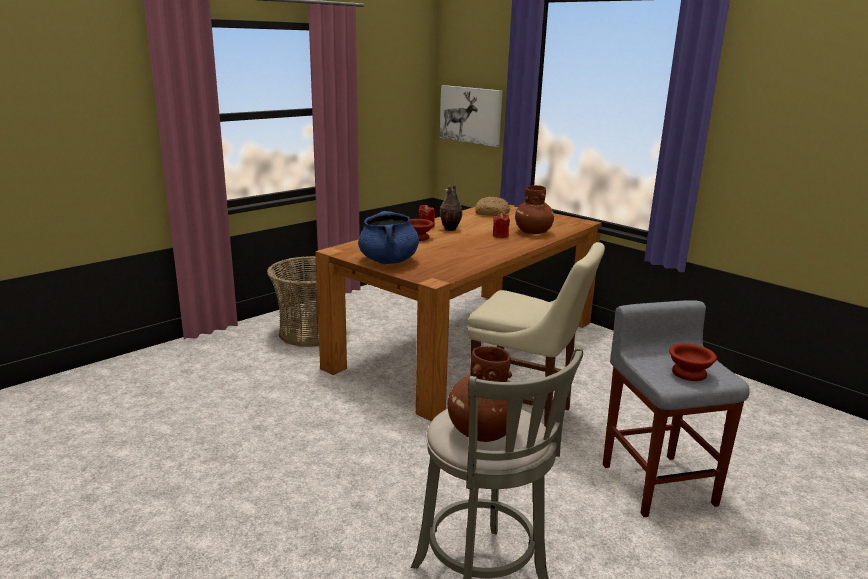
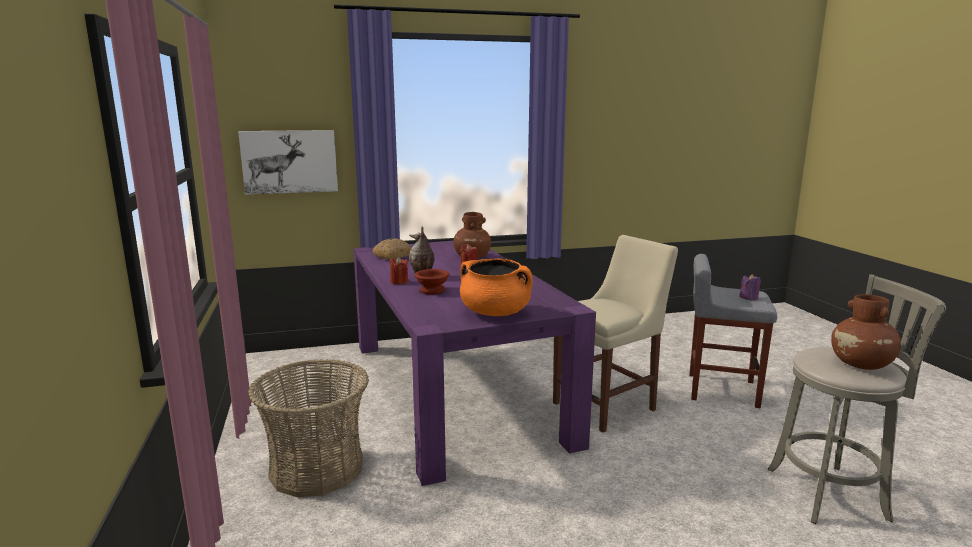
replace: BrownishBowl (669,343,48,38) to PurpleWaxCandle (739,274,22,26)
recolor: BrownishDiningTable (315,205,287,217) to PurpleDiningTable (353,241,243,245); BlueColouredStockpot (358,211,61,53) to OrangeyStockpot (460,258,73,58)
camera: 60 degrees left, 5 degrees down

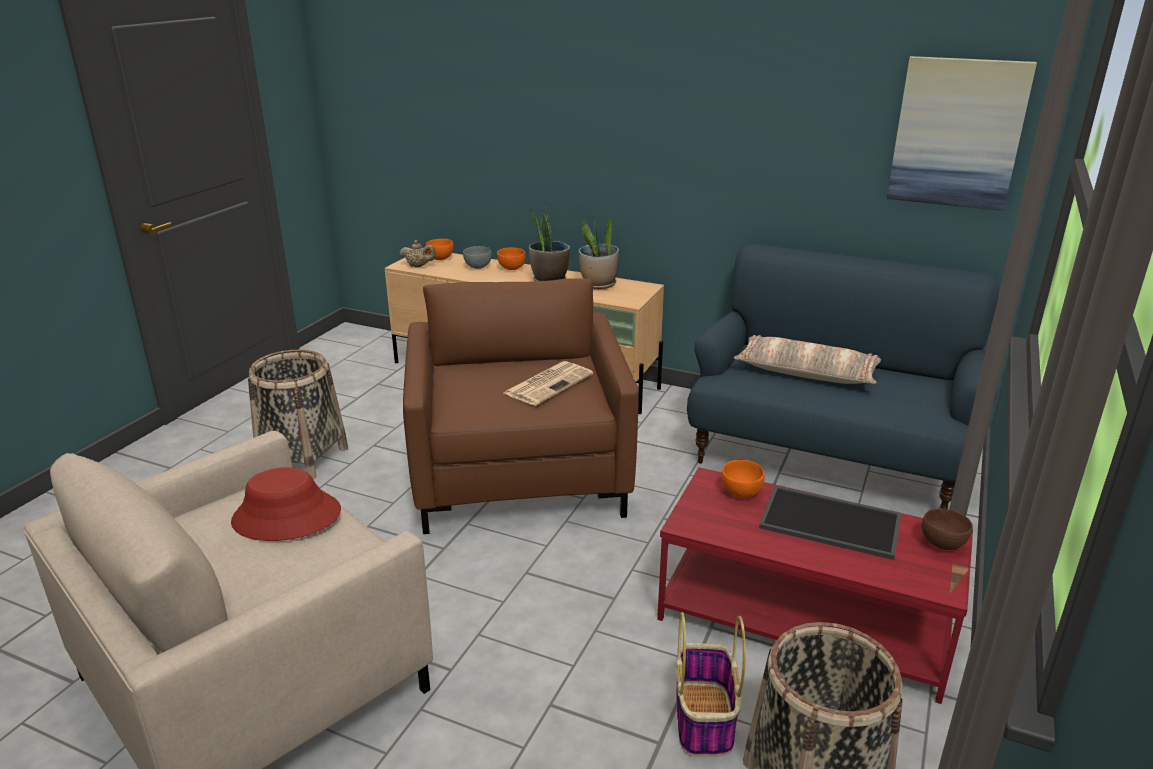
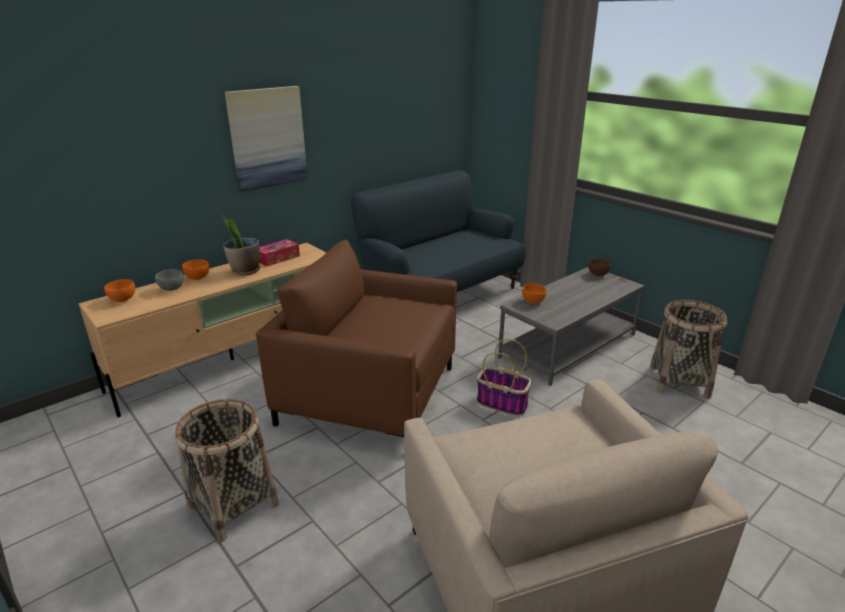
delete: BeigeTeapot (399,240,37,27); Pillow (734,335,147,49); PrintedPaper (504,361,89,45); RedColouredWearableHat (231,467,110,74); CarryingTray (759,485,142,75)
move: WallArt (887,56,150,155) to (225,86,83,106); HouseholdBasket (676,612,70,145) to (477,339,54,78)
replace: PlantInAPot (578,215,41,74) to TissueHolder (259,239,41,28)
recolor: RedColouredLoungeTable (657,467,316,237) to GreyLoungeTable (498,267,147,119)
camera: 65 degrees left, 0 degrees up

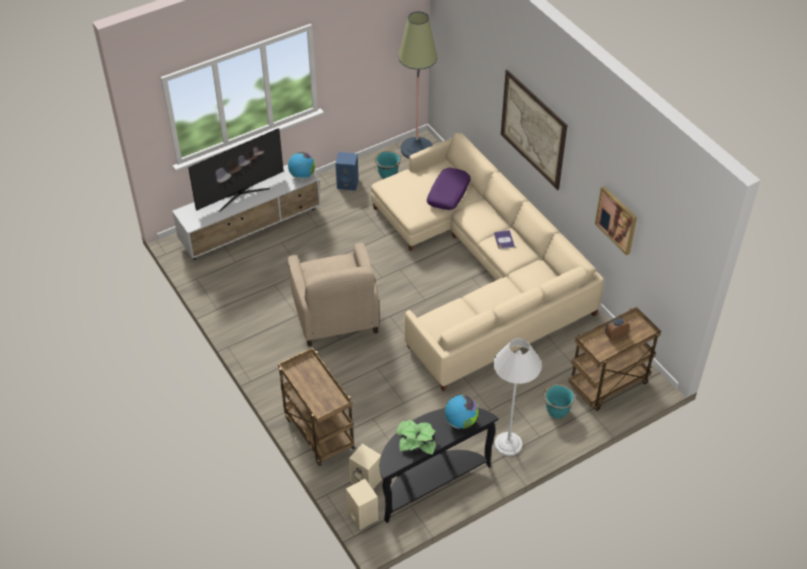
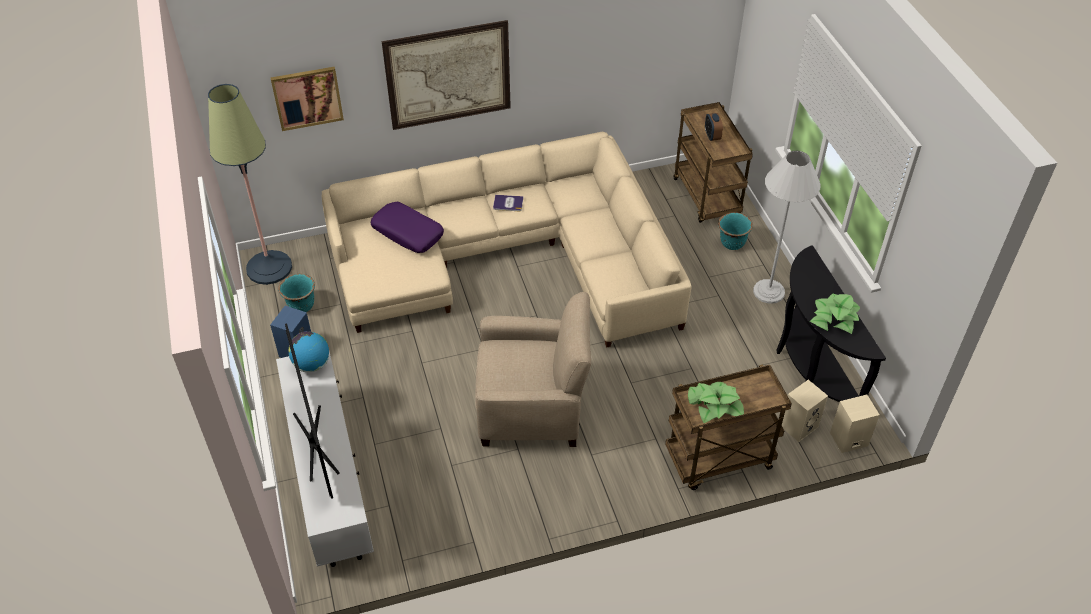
delete: DeskGlobe (445,395,34,34)
insert: PlantInAPot (688,382,56,41)
move: WallArt (595,186,42,69) to (271,67,73,64)
camera: 75 degrees left, 0 degrees up

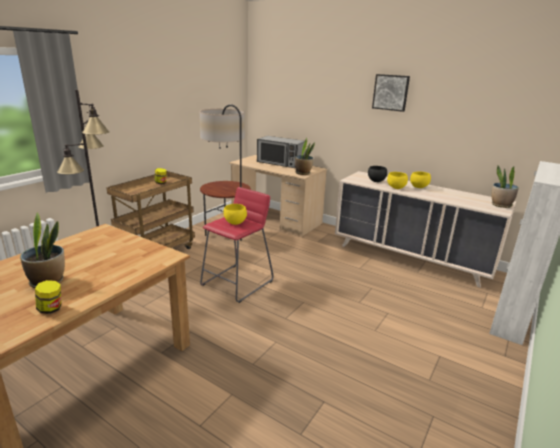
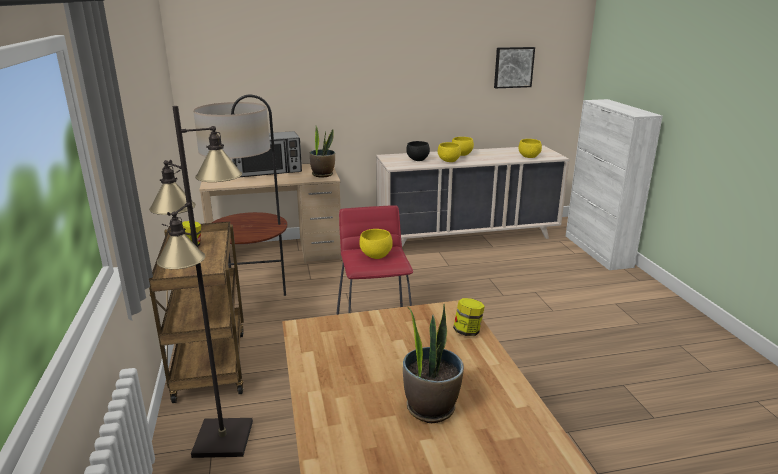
delete: PlantInAPot (491,166,28,42)
insert: YellowishBowl (518,139,24,19)
move: WallArt (372,74,38,38) to (494,47,41,41); StorageJar (35,280,26,34) to (453,298,32,38)
camera: 45 degrees left, 0 degrees up

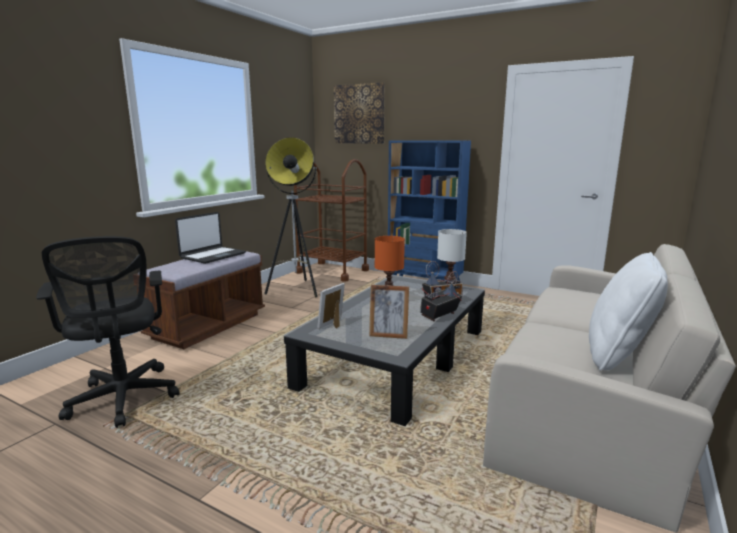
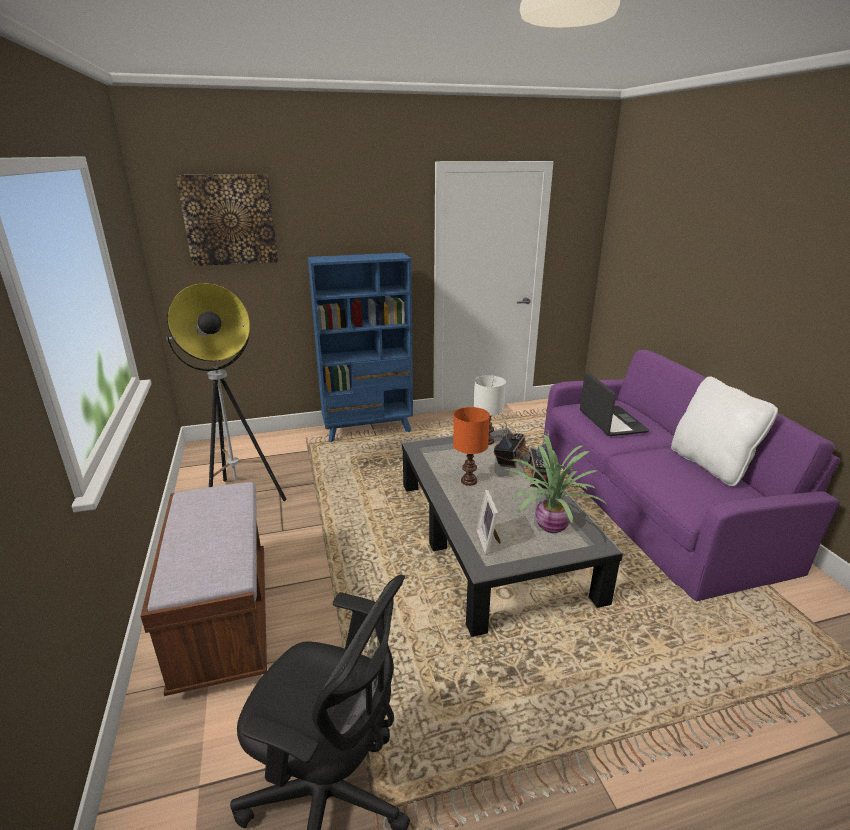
delete: BrownishCart (294,159,75,123)
move: PortableComputer (175,212,71,52) to (580,372,69,64)
replace: StandingFrame (369,285,40,54) to PlantInAPot (505,434,102,99)
recolor: BeigeSettee (483,244,253,288) to PurpleSettee (543,350,298,251)
camera: 45 degrees left, 10 degrees up

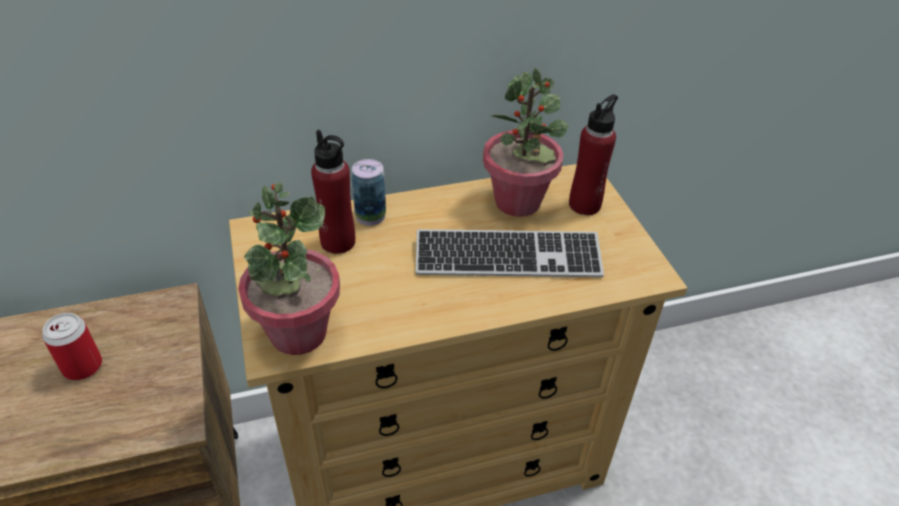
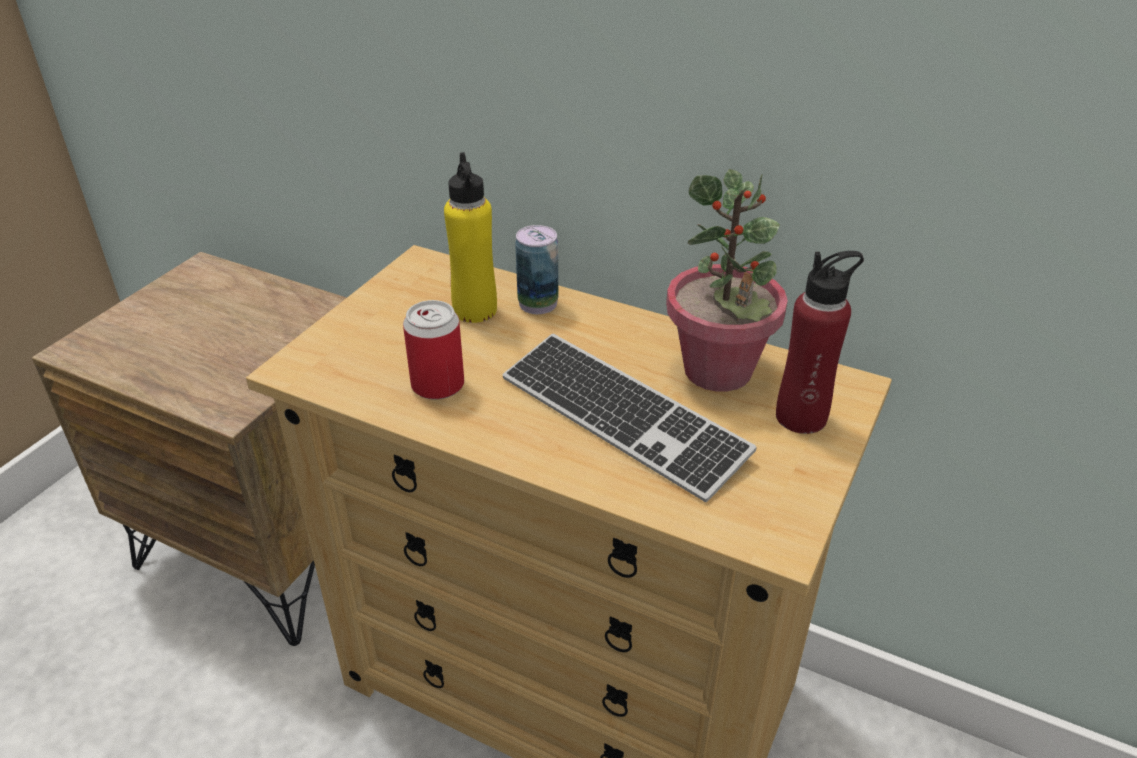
delete: PlantInAPot (238,182,102,173)
move: SealedCan (42,313,60,67) to (403,300,61,100)
recolor: RedColouredBeverageBottle (311,130,44,124) to YellowishBeverageBottle (444,152,53,171)
camera: 45 degrees right, 5 degrees down

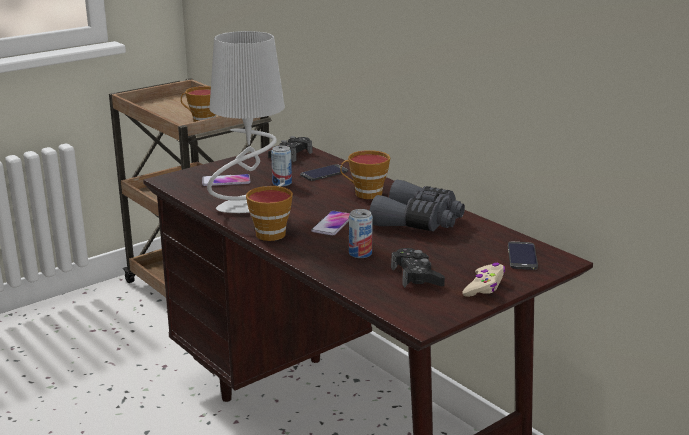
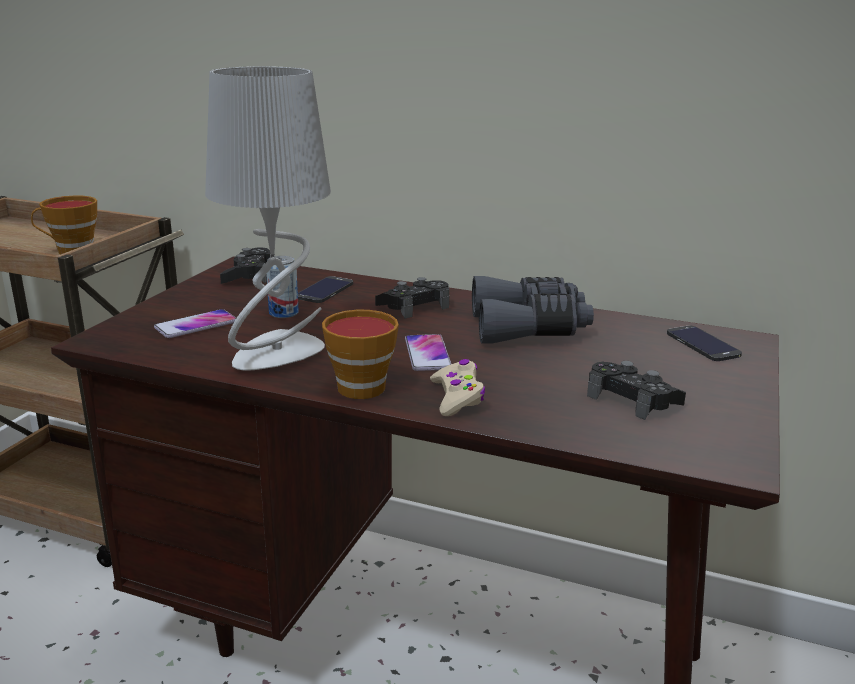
delete: SealedCan (349,209,24,49)
move: BeigeGameController (462,263,43,34) to (430,359,55,57)
replace: SmallCup (340,150,50,49) to BlackColouredGameController (375,277,74,42)
camera: 30 degrees left, 0 degrees up

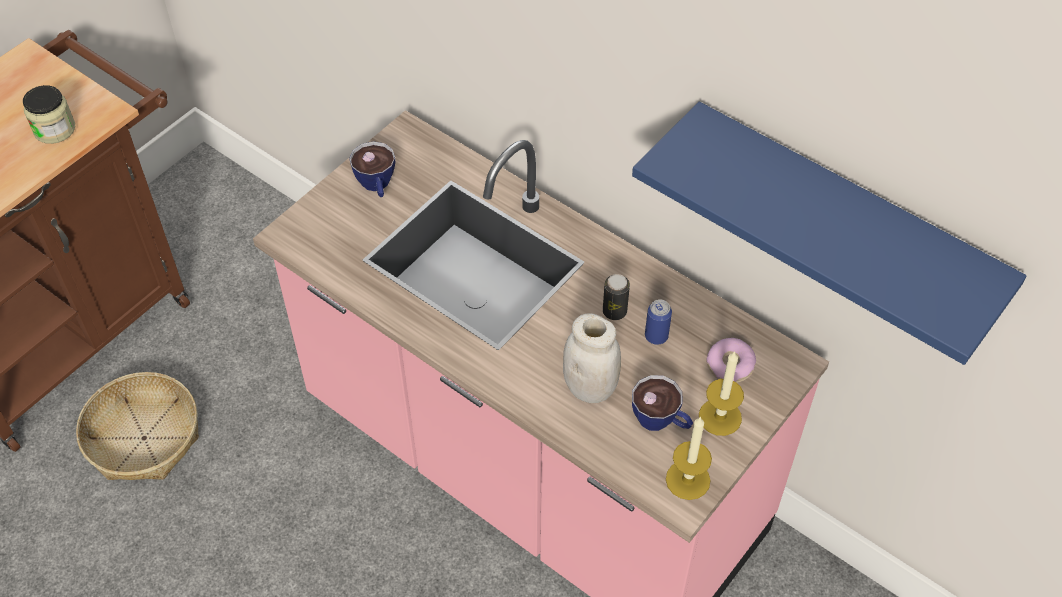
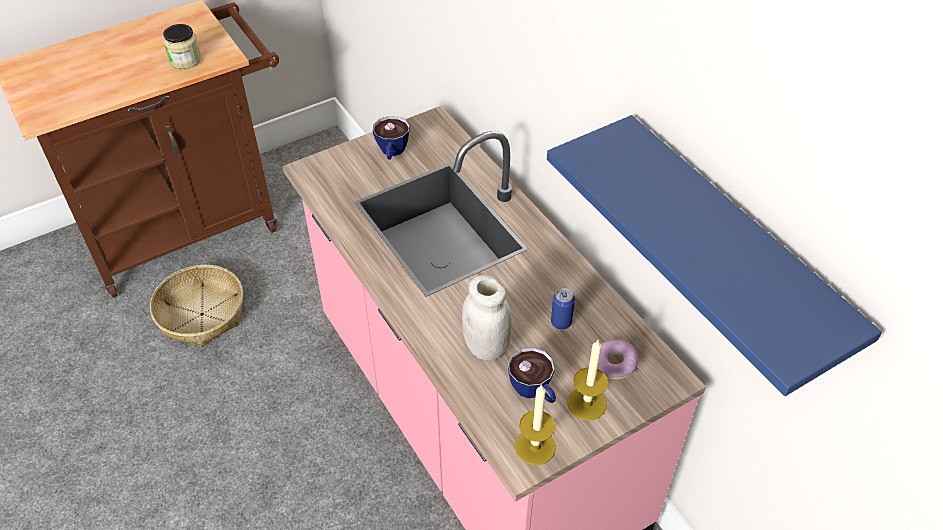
delete: SealedCan (603,274,27,46)
camera: 20 degrees right, 5 degrees down

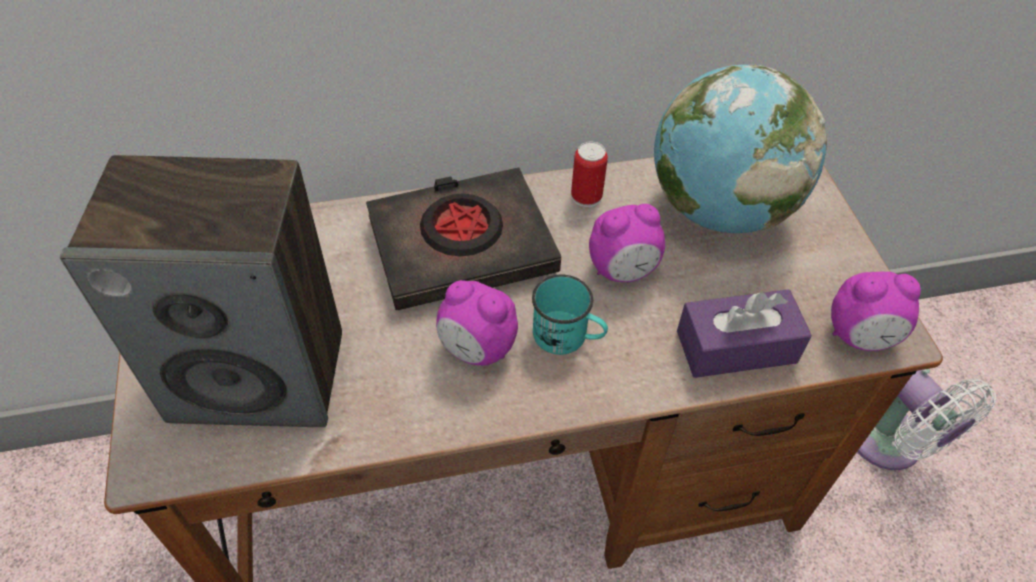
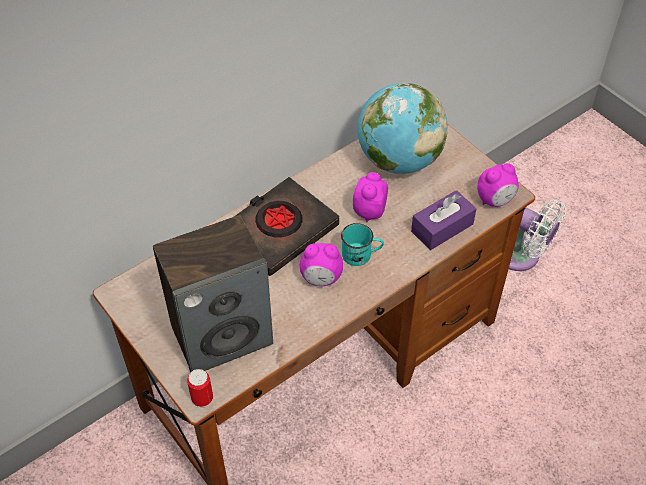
move: SealedCan (571,142,37,66) to (187,369,26,39)
rotate: BedsideClock (589,204,76,78) = (353,172,35,50) 150 degrees clockwise
camera: 25 degrees left, 0 degrees up

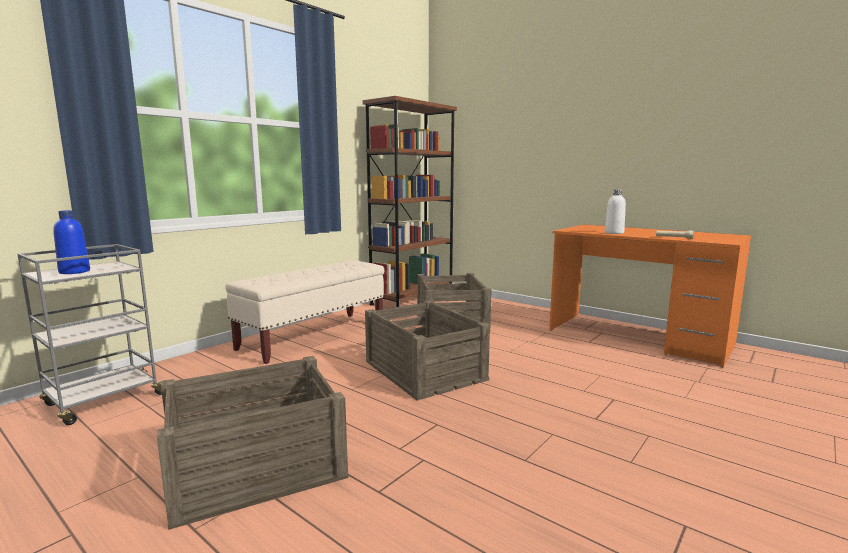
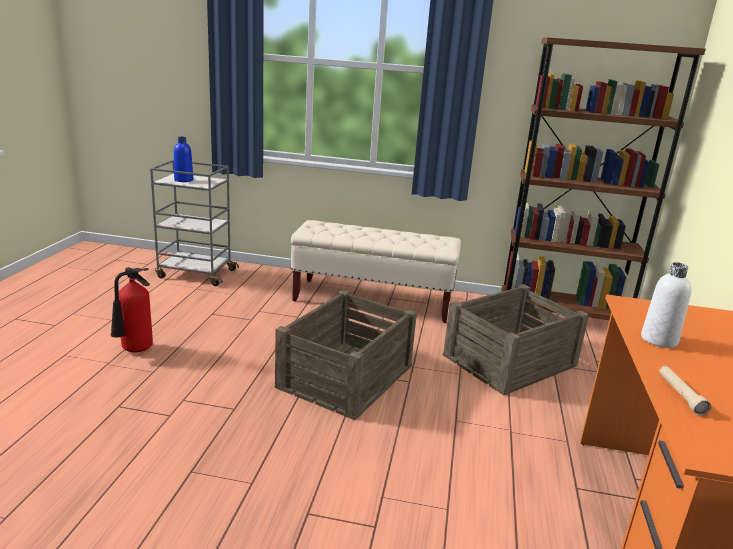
replace: Crate (157,356,192,174) to FireExtinguisher (111,267,42,85)
camera: 60 degrees right, 10 degrees up

